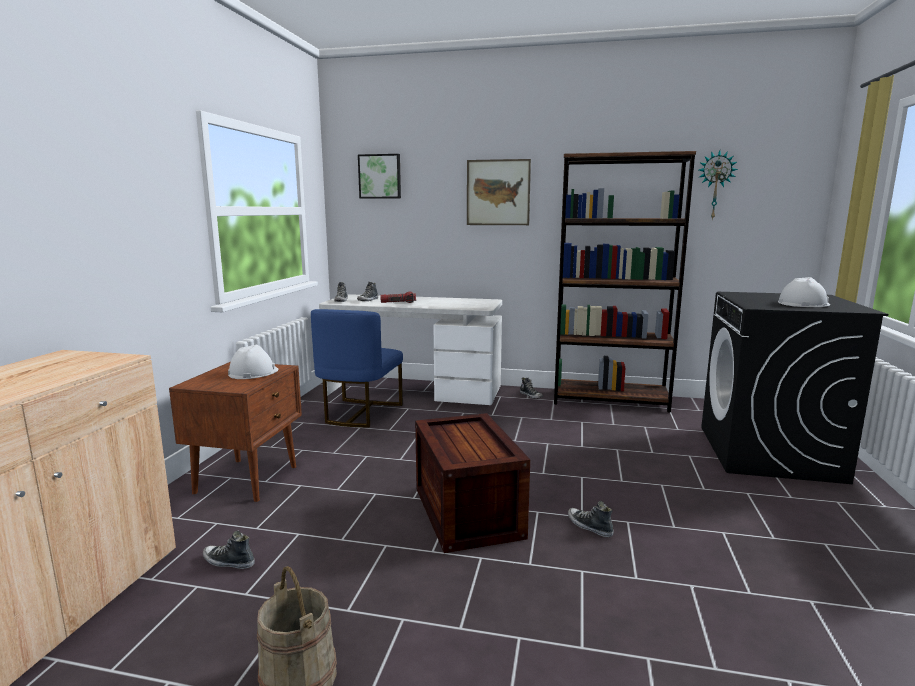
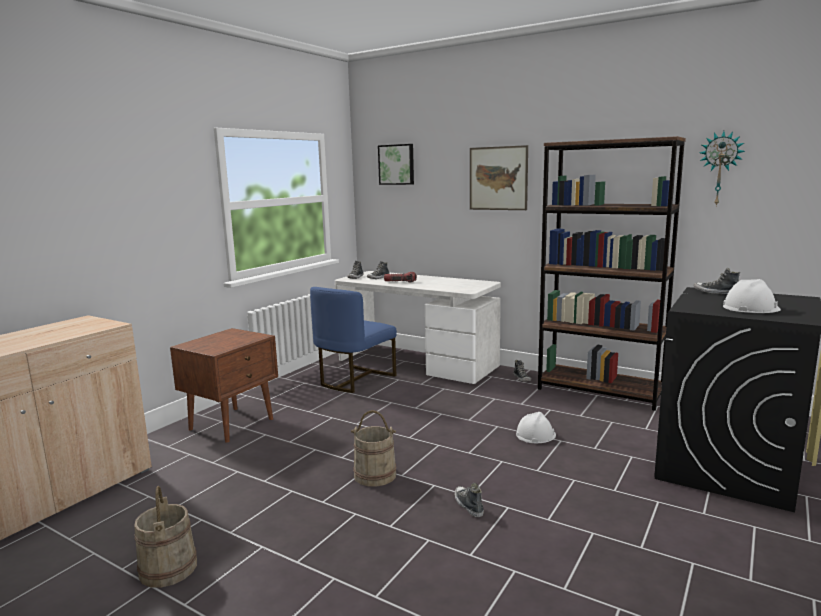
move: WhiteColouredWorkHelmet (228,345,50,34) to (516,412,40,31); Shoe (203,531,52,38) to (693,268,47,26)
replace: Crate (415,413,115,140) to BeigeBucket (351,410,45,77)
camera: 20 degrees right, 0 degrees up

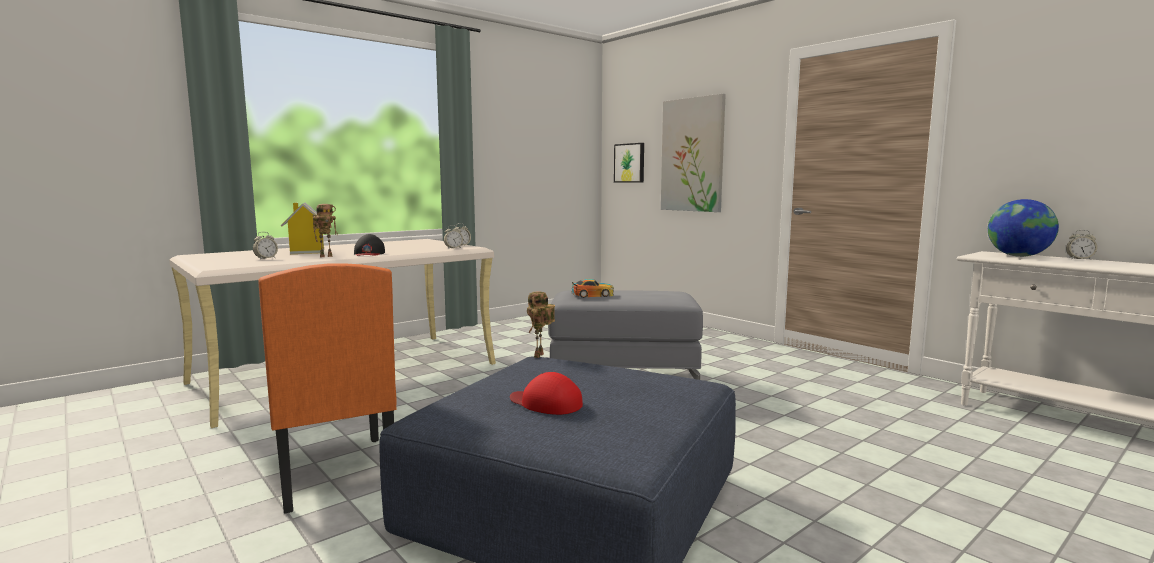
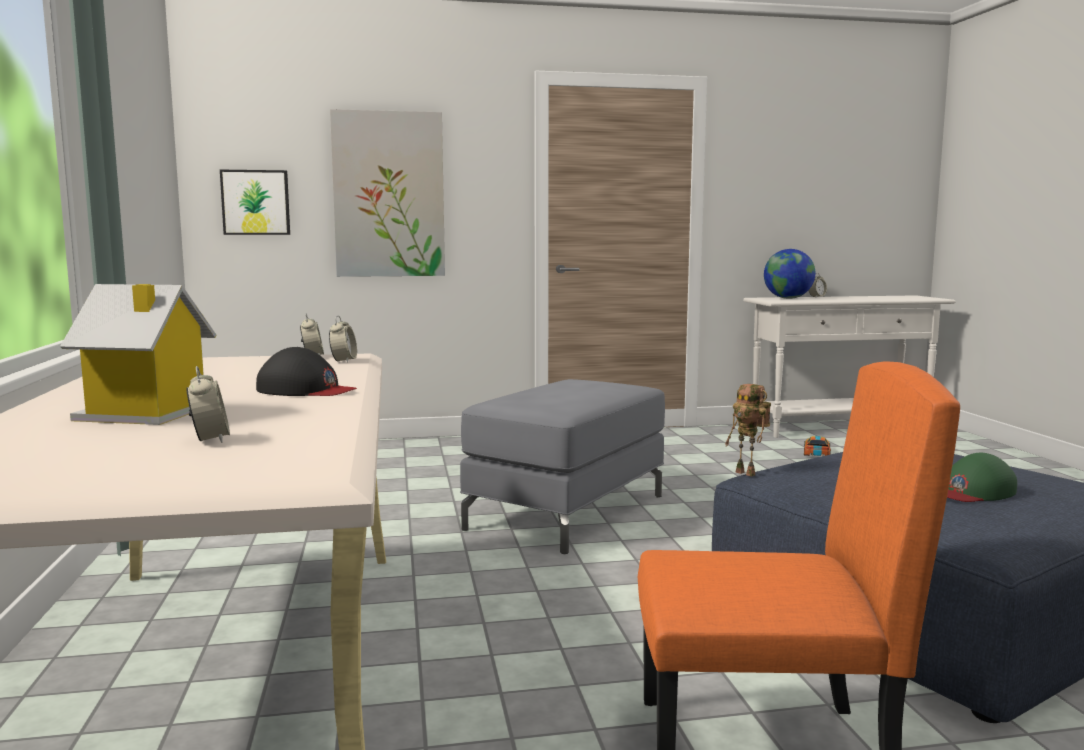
delete: ModelRobot (312,204,26,53)
move: ModelCar (571,279,43,19) to (804,436,27,20)
recolor: RedColouredCap (510,372,73,43) to GreenCap (947,453,70,49)
camera: 60 degrees left, 0 degrees up

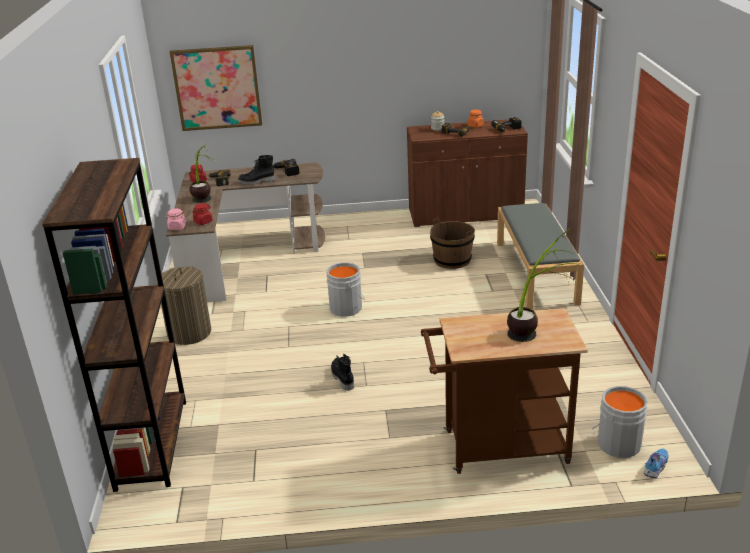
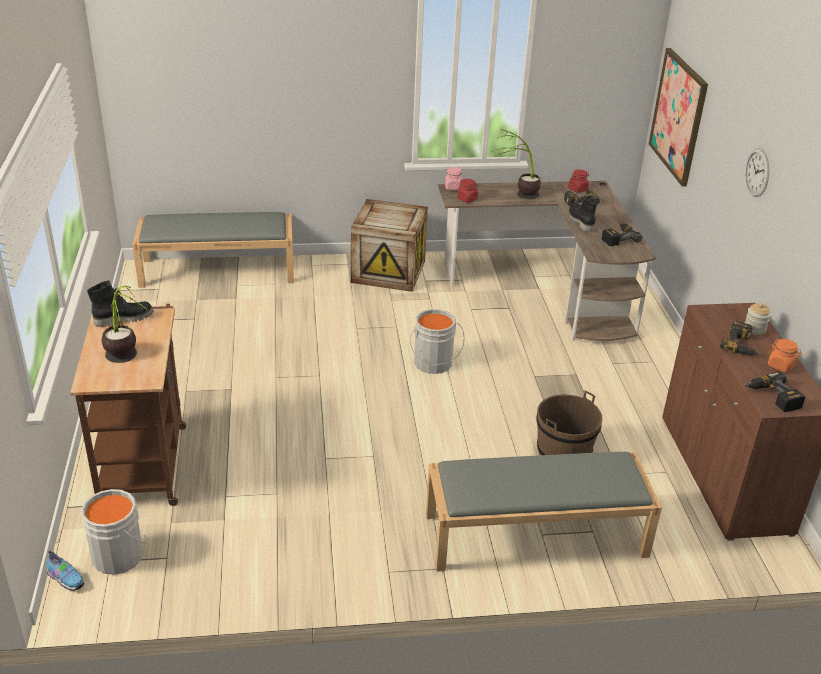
insert: WallClock (745,148,24,49)
move: BlackColouredHighTopBoot (331,354,23,37) to (87,280,67,47)
replace: BrownishShelvingUnit (42,158,144,334) to GreyIndoorBench (132,212,162,76); LaundryBasket (156,266,55,79) to Crate (351,199,77,93)
camera: 85 degrees right, 5 degrees up

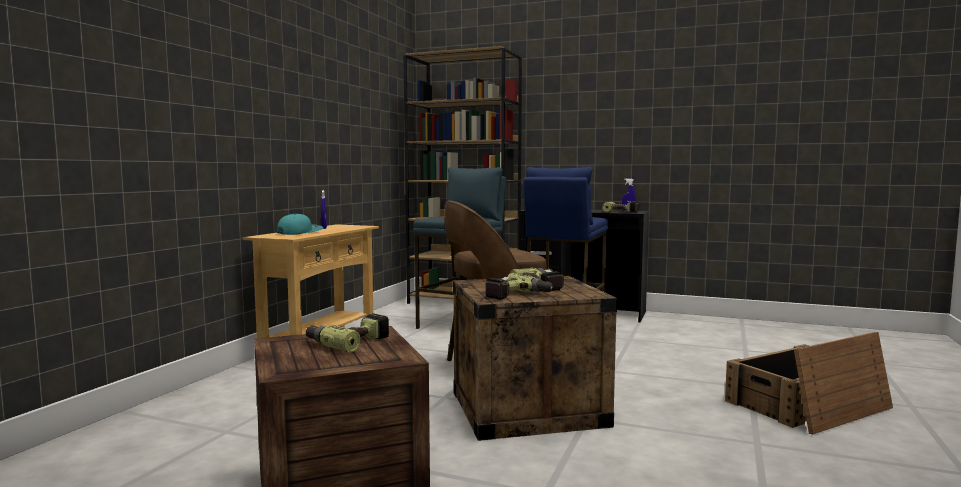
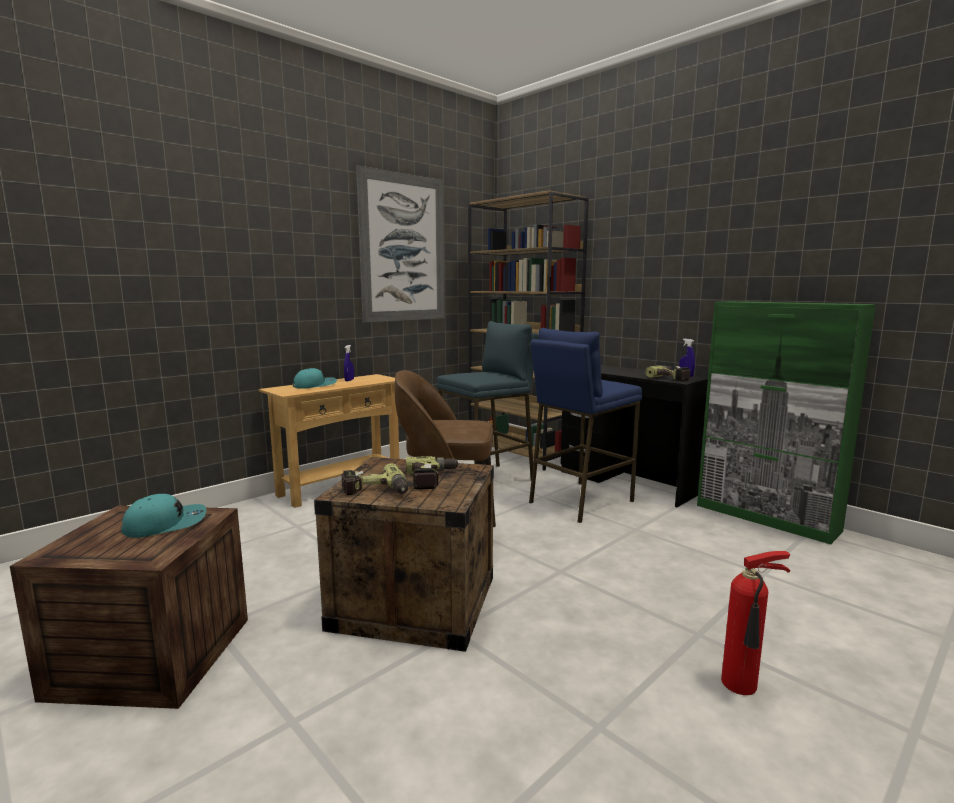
insert: WallArt (356,166,89,157); GreenStorageCabinet (697,301,179,243)
replace: PowerDrill (306,313,84,40) to TurquoiseCap (121,494,85,44); Crate (725,332,168,102) to FireExtinguisher (721,551,70,144)
camera: 25 degrees right, 5 degrees up

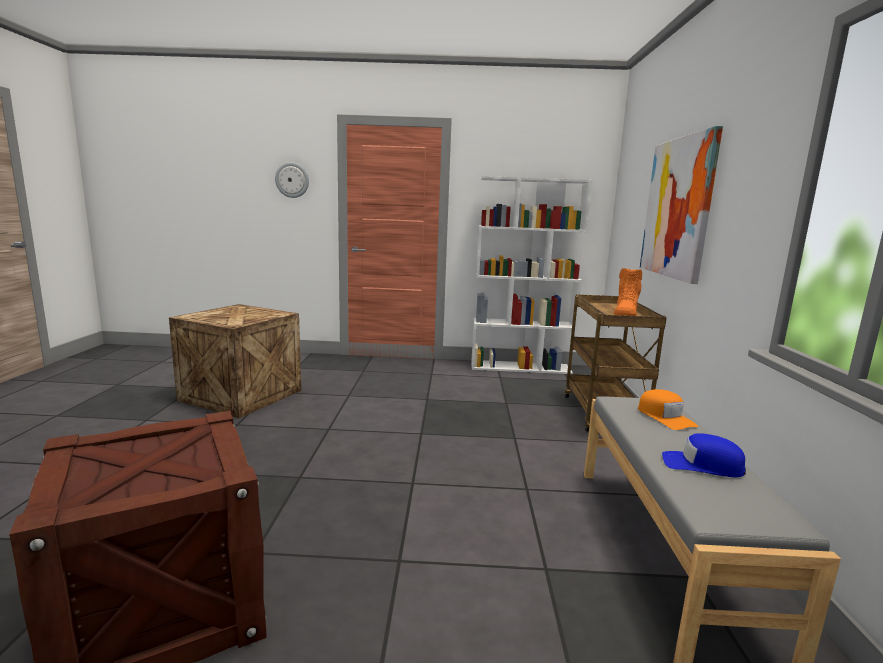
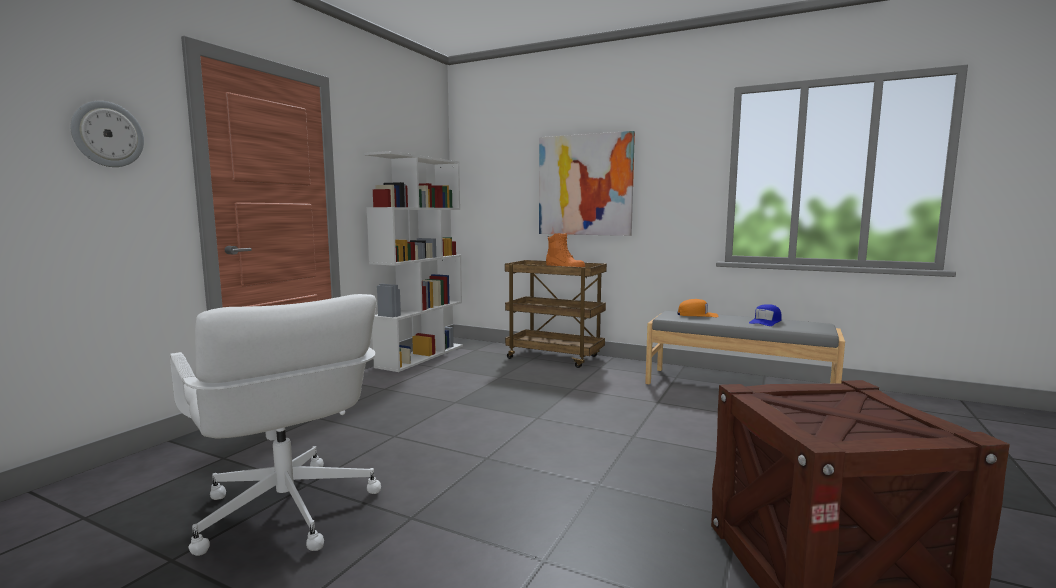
replace: Crate (169,304,132,114) to WhiteColouredOfficeChair (170,294,211,262)
camera: 65 degrees left, 5 degrees down

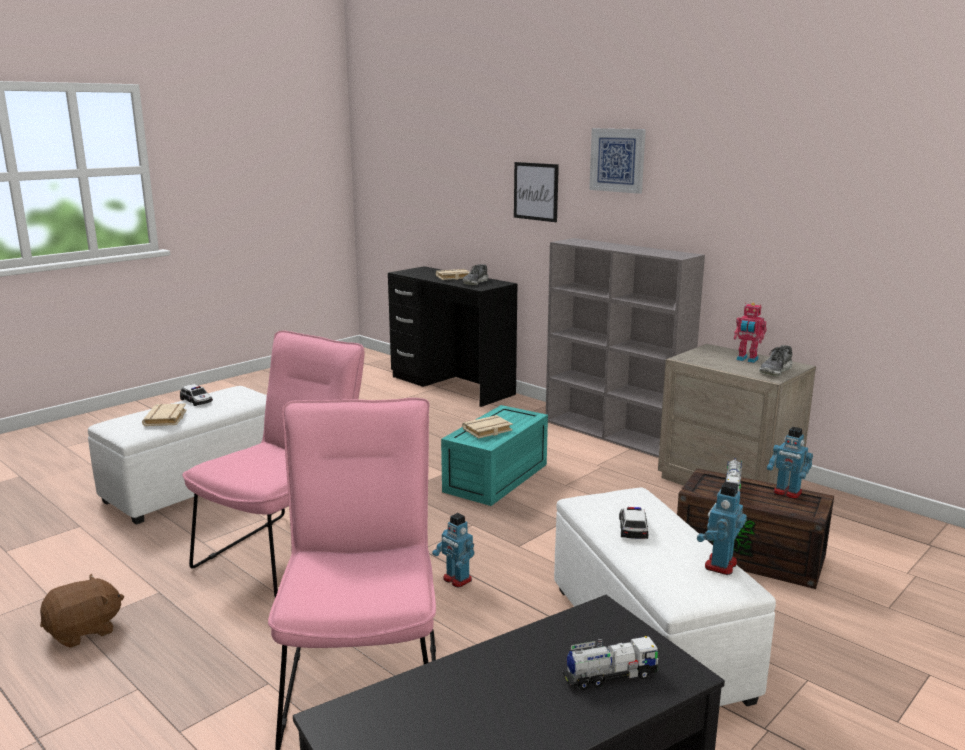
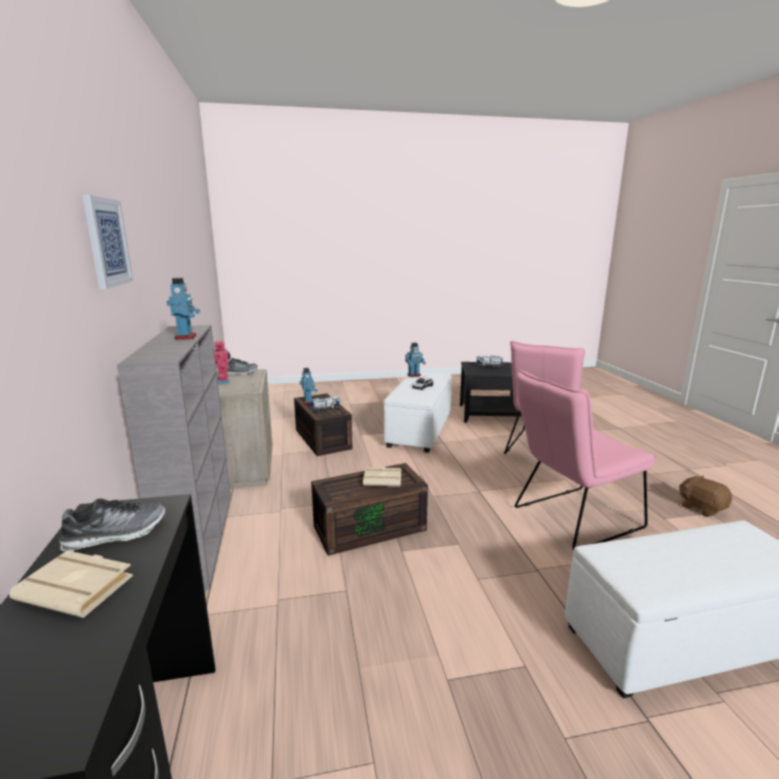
delete: WallArt (514,162,45,60); ModelCar (180,384,33,22); BeigeBoundBook (142,403,45,23)
move: ModelRobot (432,513,42,75) to (167,278,33,62)
recolor: TurquoiseStorageBin (441,405,107,101) to BrownishStorageBin (311,463,117,93)
rotate: BrownishCuddlyToy (40,574,84,74) = (679,476,53,41) 60 degrees clockwise
camera: 145 degrees left, 0 degrees up

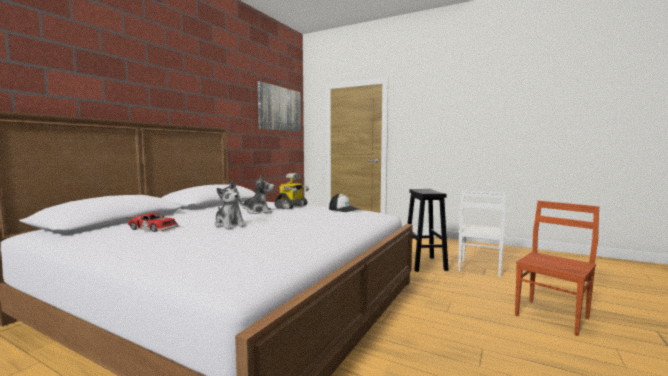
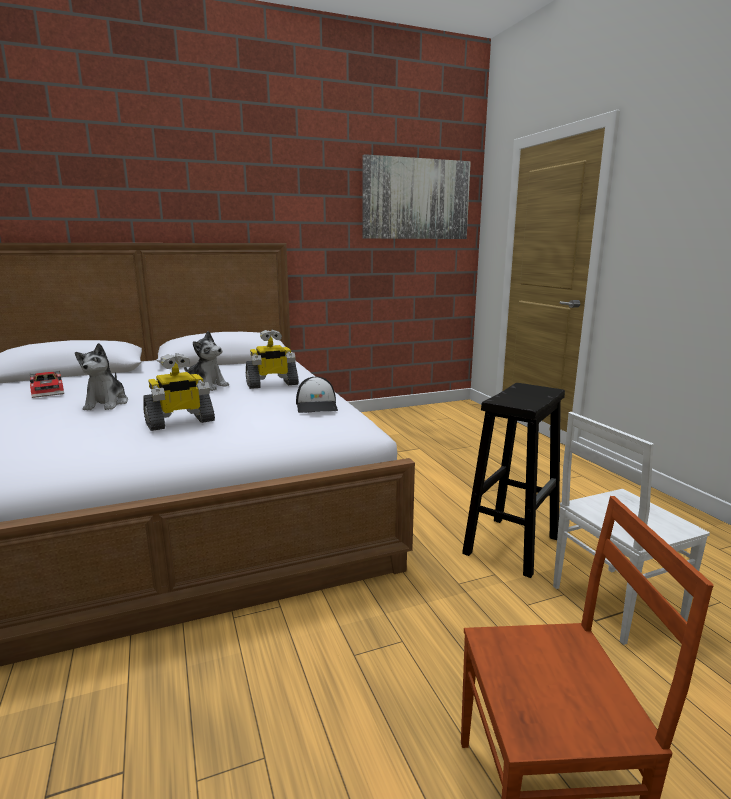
insert: ModelRobot (143,353,72,78)
camera: 40 degrees right, 10 degrees up

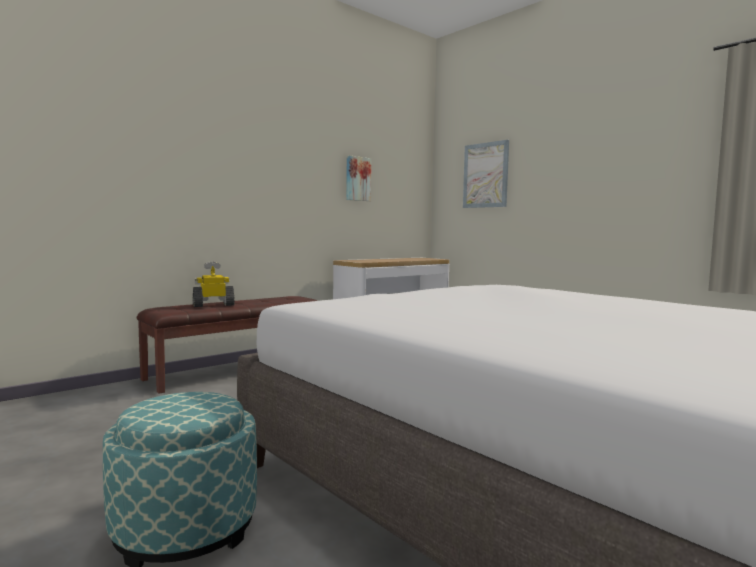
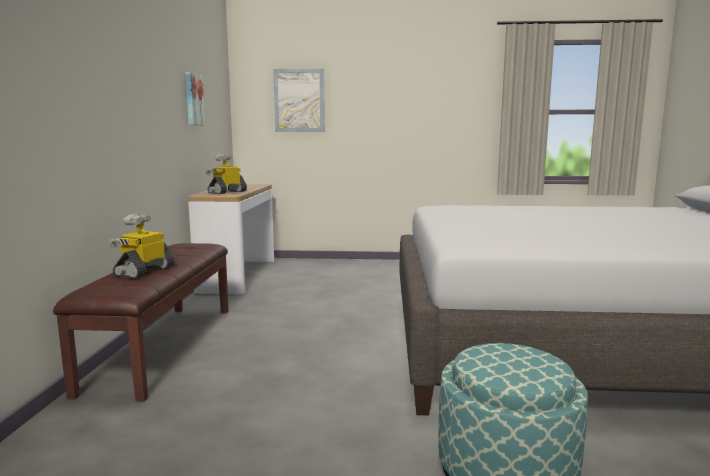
insert: ModelRobot (206,154,41,40)
camera: 45 degrees left, 5 degrees up

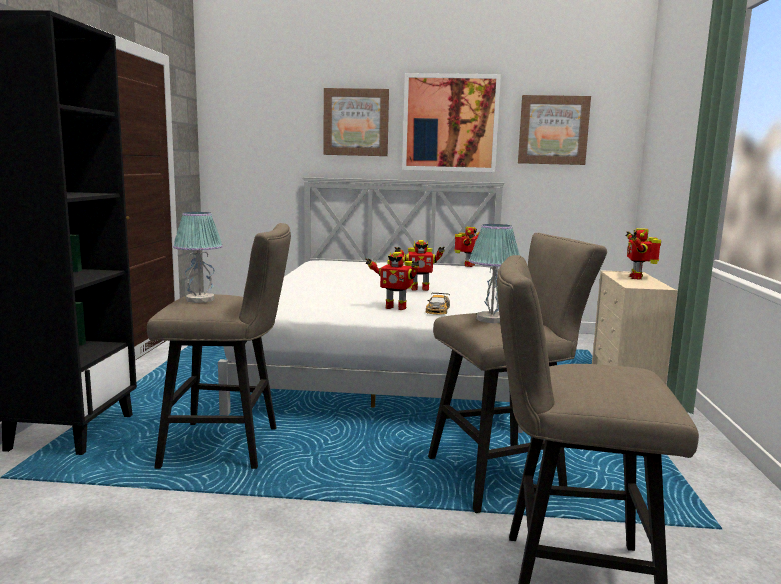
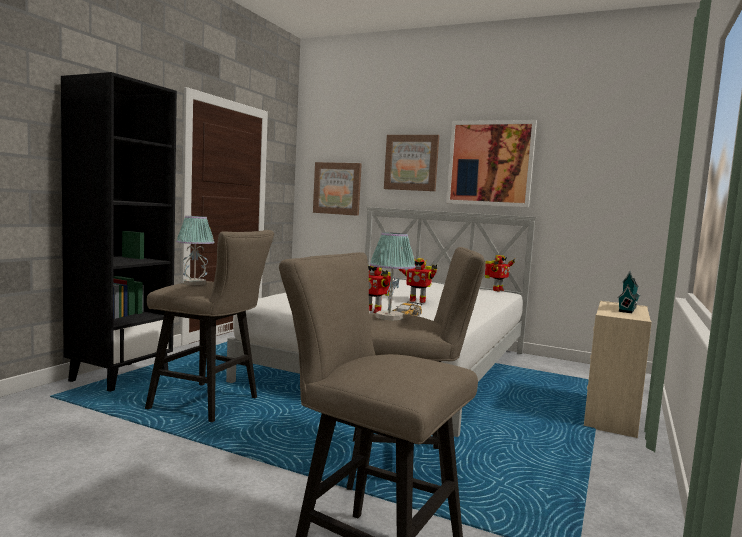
move: WallArt (518,95,73,70) to (313,162,49,54)
replace: ModelRobot (625,228,36,51) to ModelHouse (617,271,23,42)
camera: 20 degrees right, 5 degrees down

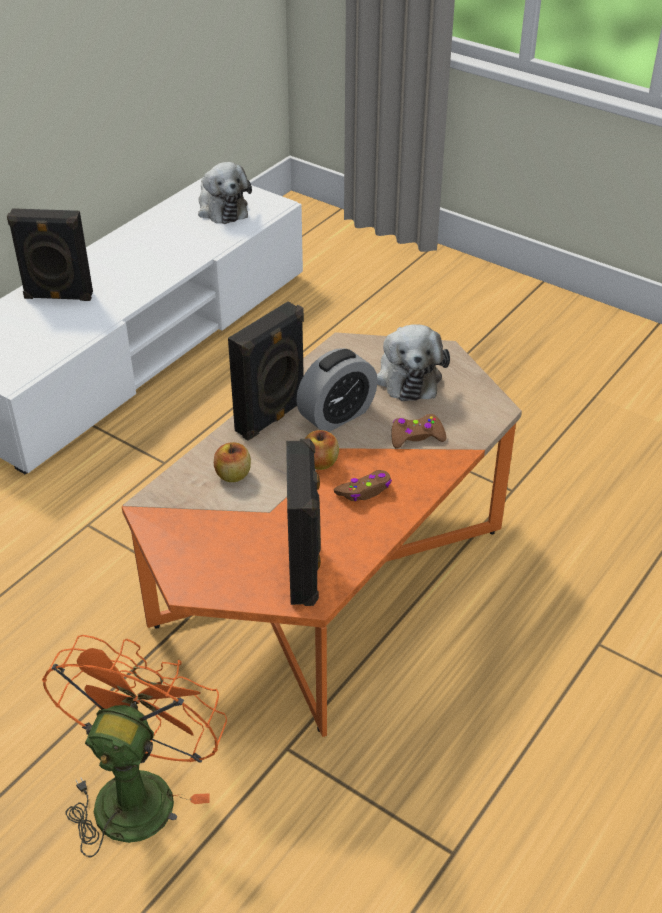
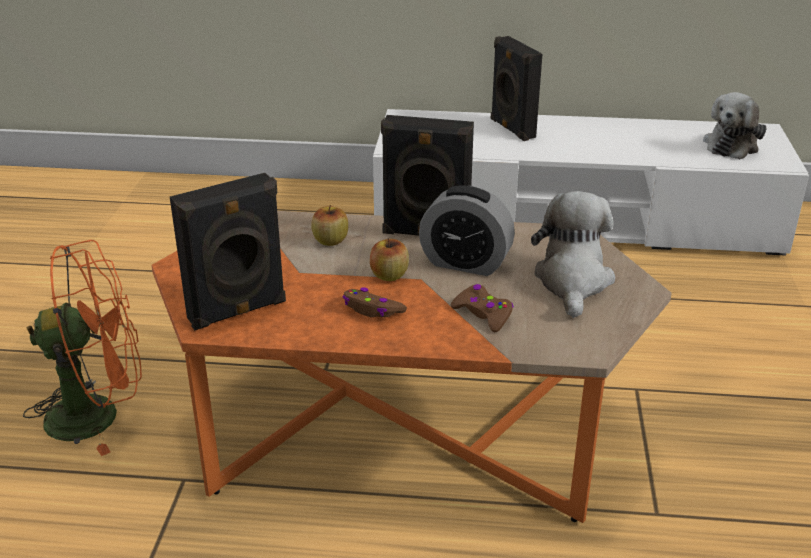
rotate: CuddlyToy (377,324,73,77) = (531,191,84,127) 135 degrees clockwise
camera: 60 degrees right, 10 degrees down

